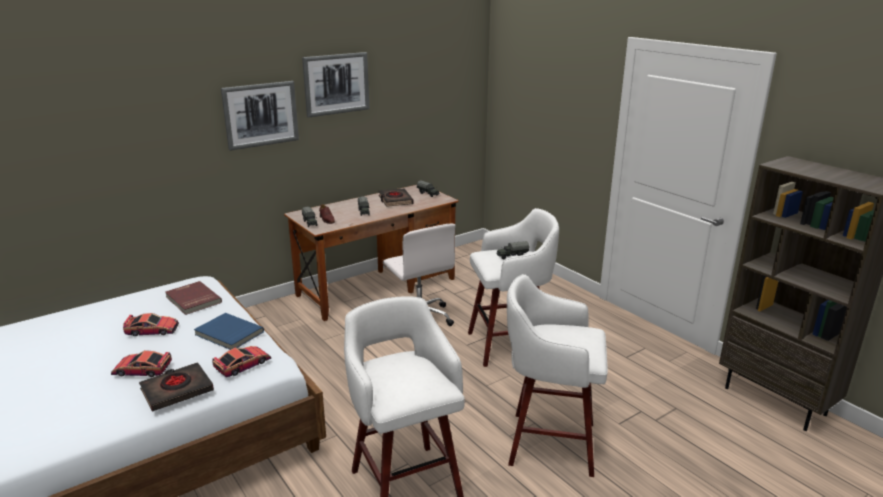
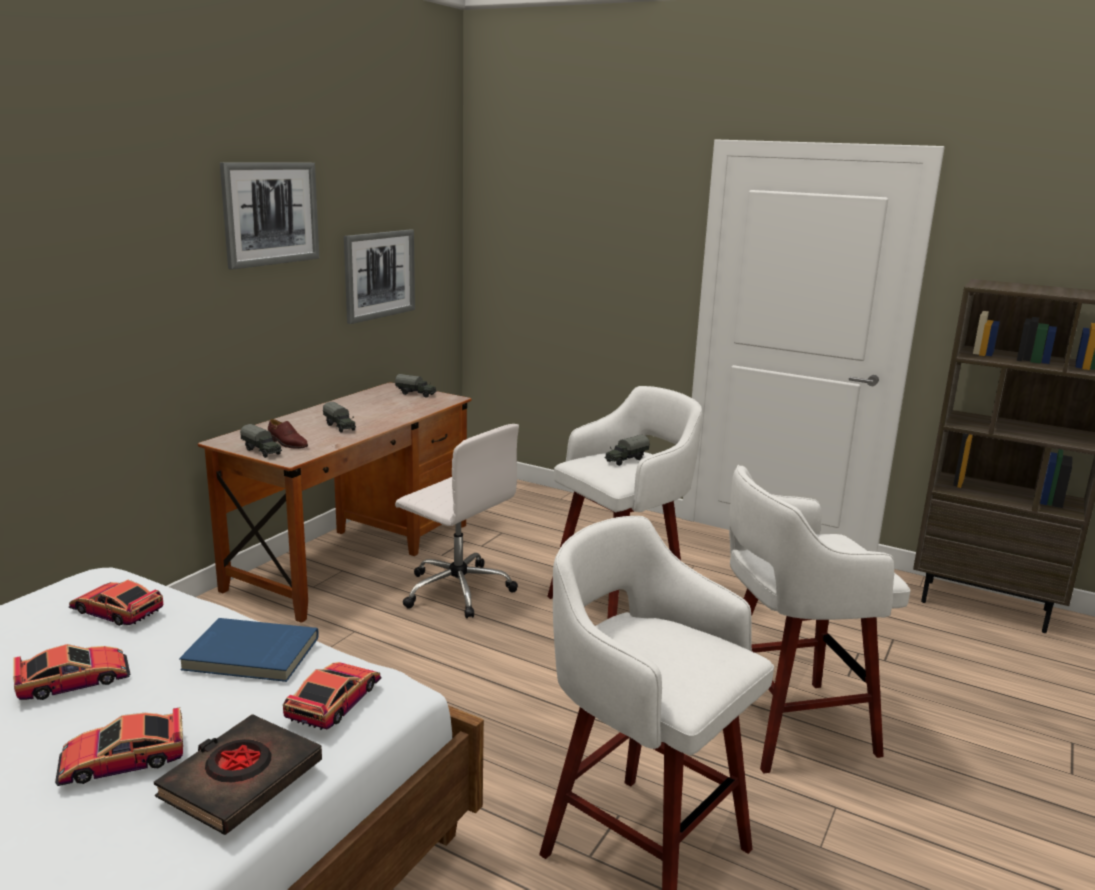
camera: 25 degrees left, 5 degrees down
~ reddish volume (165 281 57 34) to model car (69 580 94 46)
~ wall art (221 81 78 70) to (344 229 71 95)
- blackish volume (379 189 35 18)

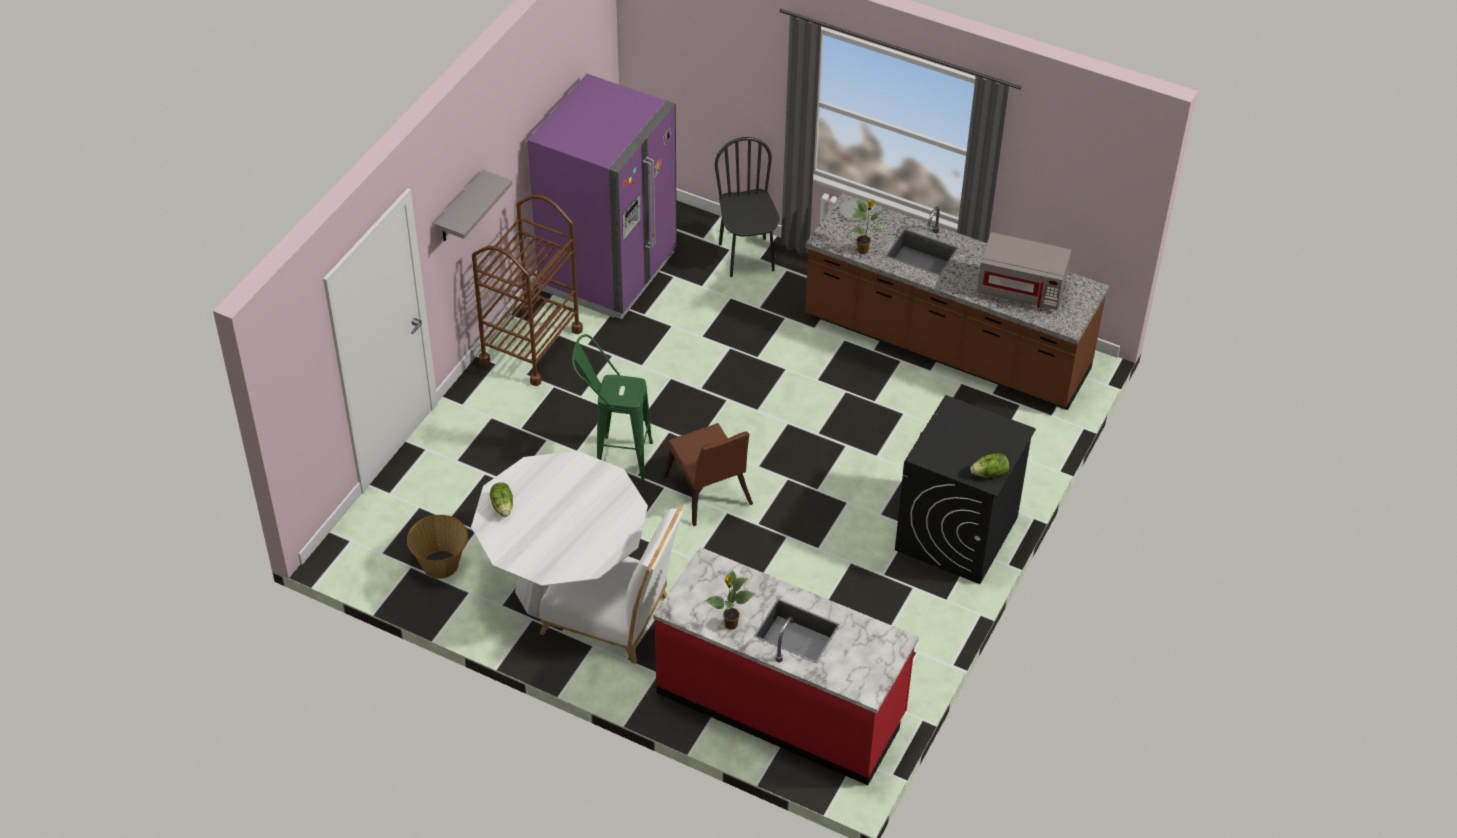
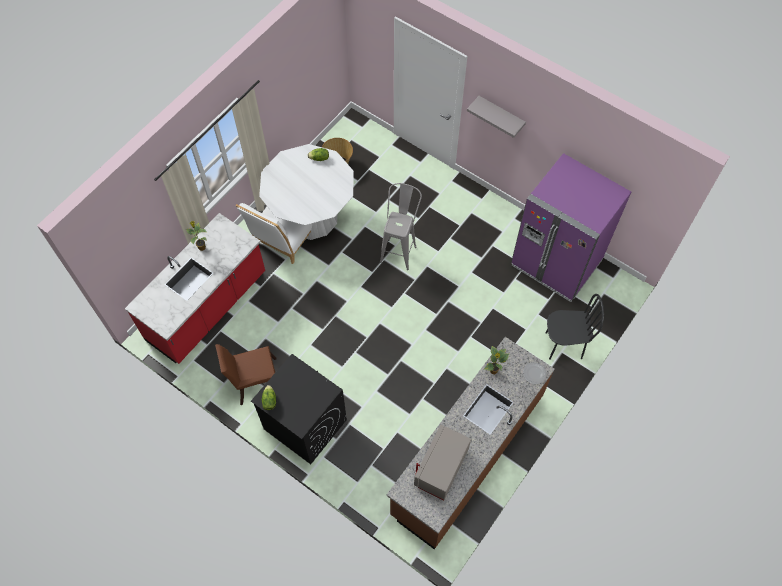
camera: 100 degrees right, 15 degrees up
~ brown-coloured upright chair (663 423 90 103) to (215 344 62 61)
~ green stool seat (572 334 81 146) to gray stool seat (380 183 42 87)
- brown-coloured trolley (472 195 111 191)

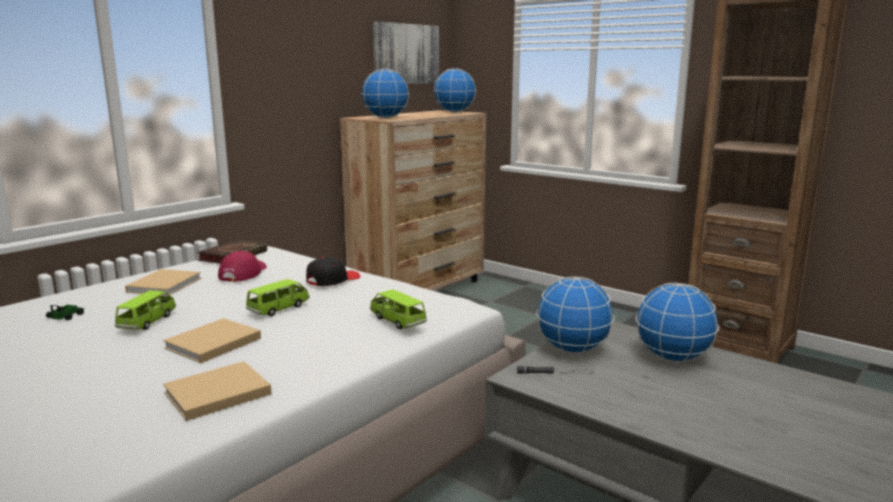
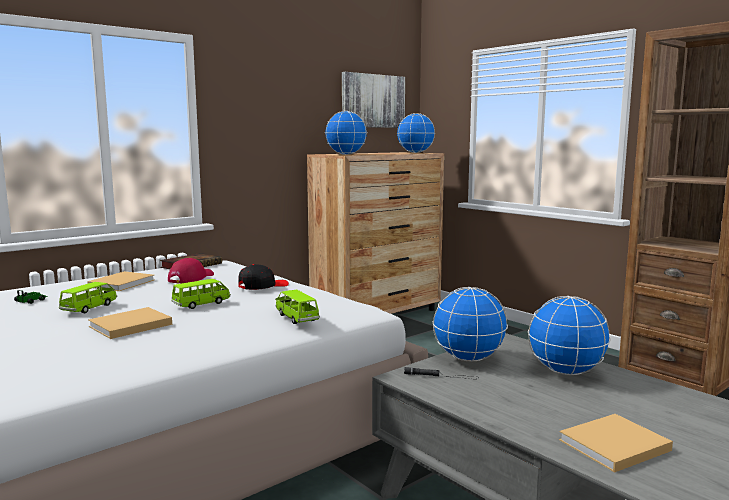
camera: 10 degrees right, 5 degrees down
~ sand-coloured volume (163 361 109 60) to (559 414 114 59)

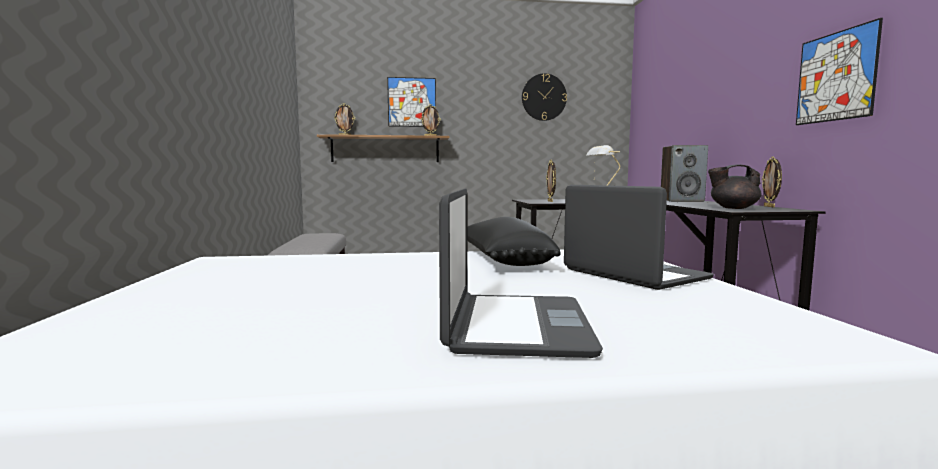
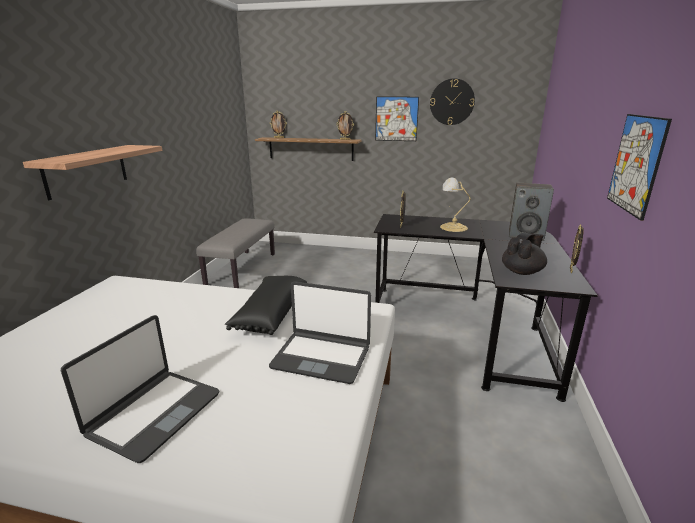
camera: 20 degrees right, 15 degrees up
+ bracket shelf (23 145 139 55)
~ laptop (564 185 150 105) = (269 282 102 102) 120 degrees clockwise
~ wall art (387 77 49 50) to (375 97 44 44)
~ blackish teapot (708 165 54 44) = (502 233 45 42) 105 degrees clockwise

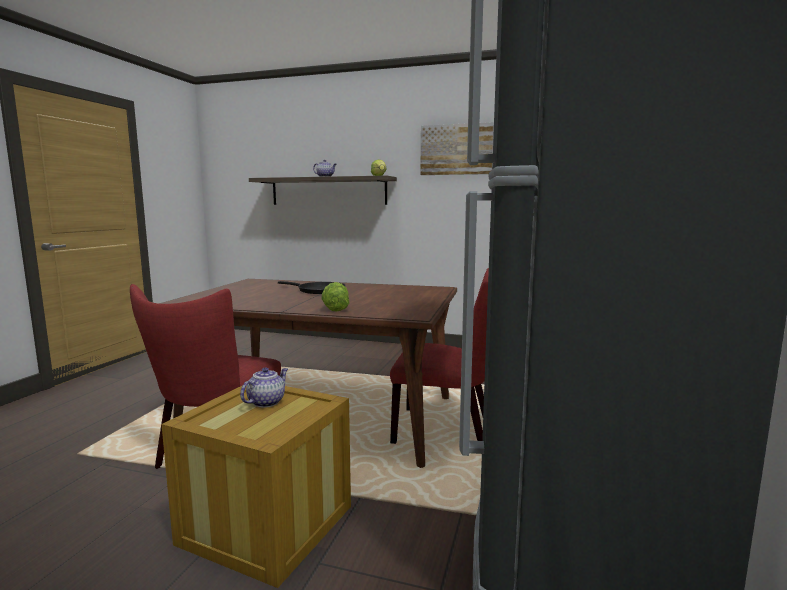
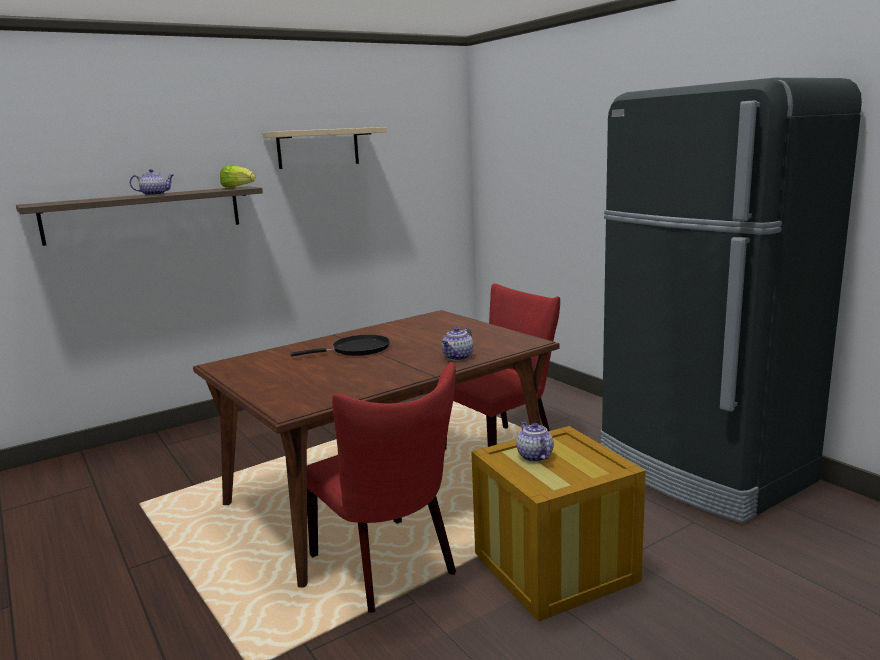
camera: 50 degrees left, 5 degrees up
~ wall art (420 122 74 53) to sand-coloured bracket shelf (262 127 125 42)
~ lettuce head (321 282 29 30) to teapot (442 327 32 34)

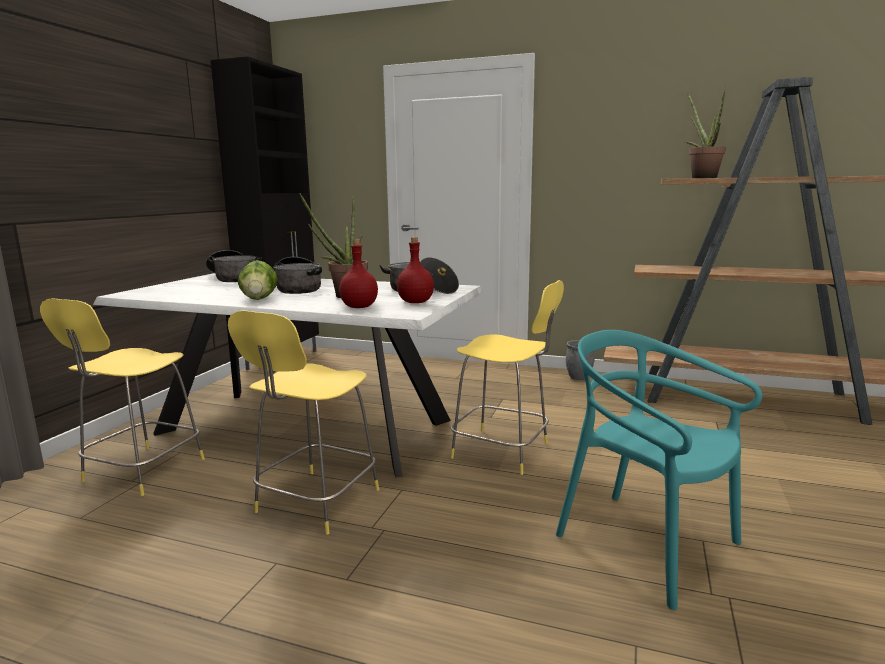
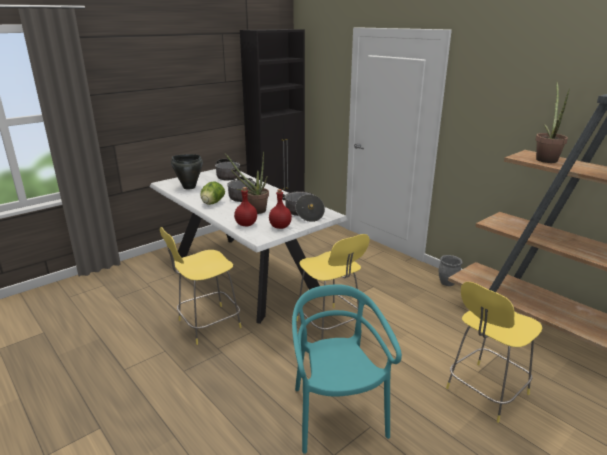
camera: 30 degrees right, 10 degrees up
+ blackish stockpot (171 154 32 36)
~ yellow stool seat (40 298 165 198) to (446 282 97 141)

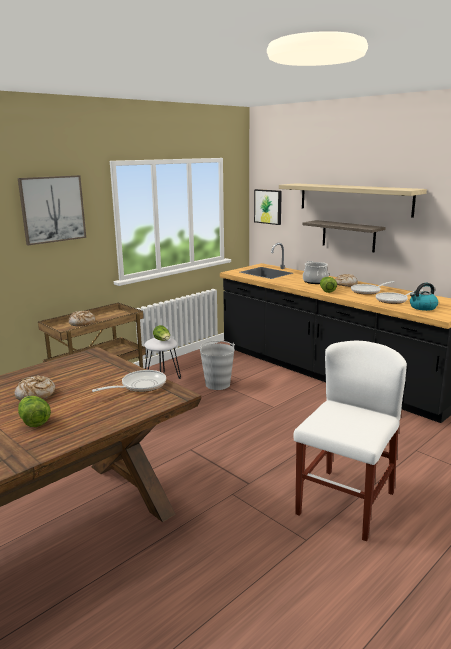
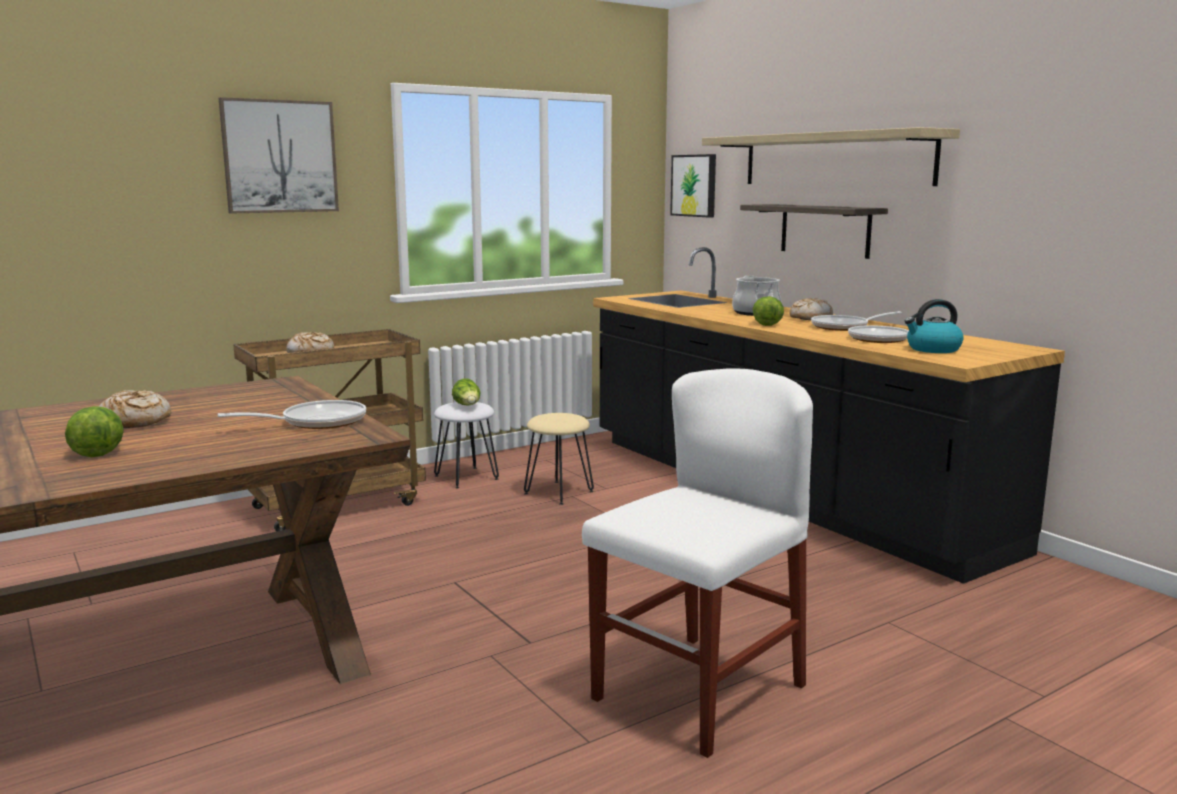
camera: 10 degrees right, 5 degrees down
~ gray bucket (198 341 37 49) to sand-coloured stool seat (524 413 70 92)

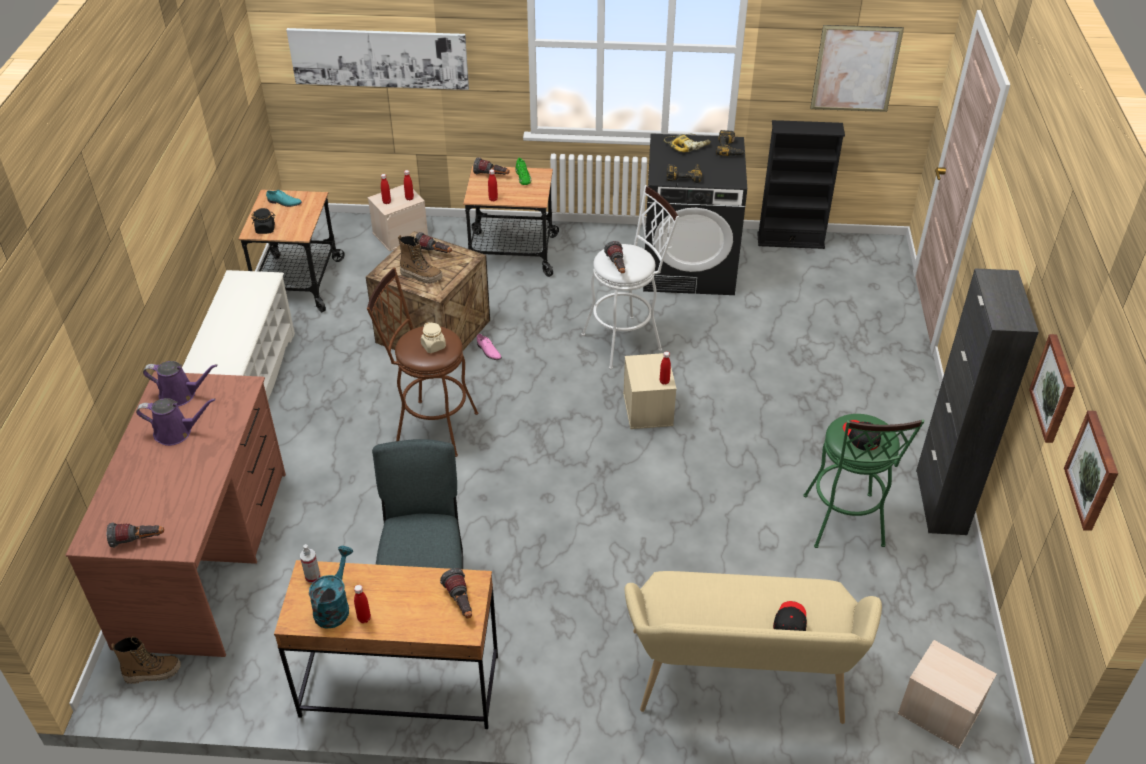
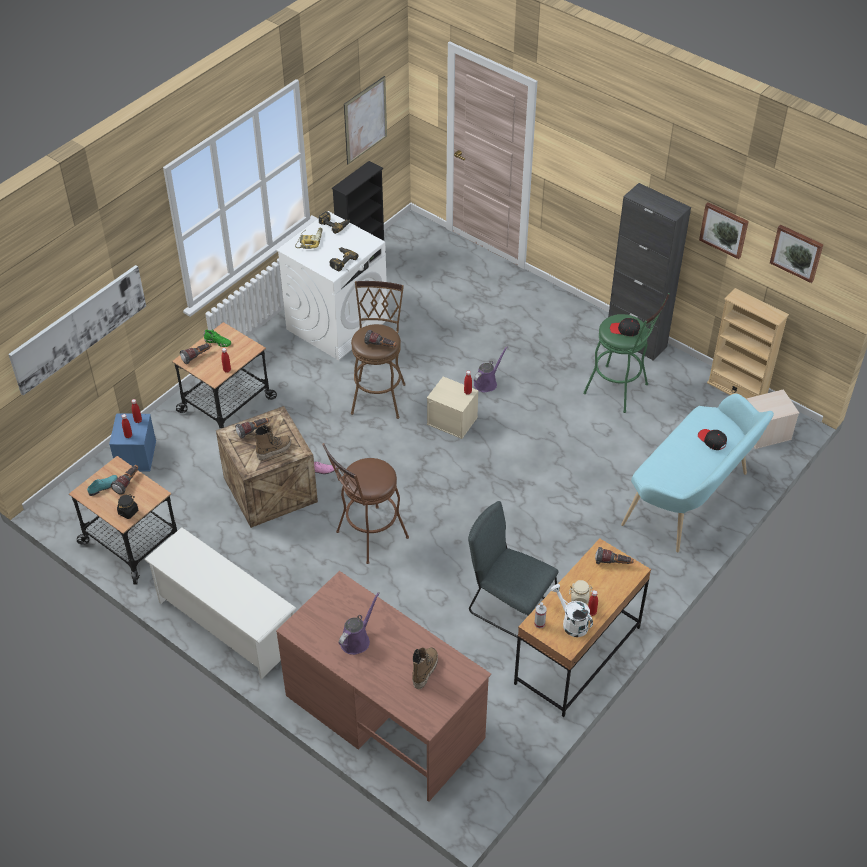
camera: 55 degrees left, 5 degrees up
~ sand-coloured storage box (367 185 61 66) to bluish storage box (109 413 47 59)
~ torch (107 522 57 26) to (111 465 27 30)
~ blackish laundry appliance (643 134 104 161) to white laundry appliance (276 211 112 149)
~ white stool seat (581 185 98 184) to brown-coloured stool seat (351 281 55 138)
~ boot (111 636 70 48) to (412 647 26 42)
~ purplish watering can (143 361 75 45) to (474 346 34 46)
~ turquoise-coloured watering can (309 546 44 83) to white watering can (551 584 42 53)
~ sand-coloured storage jar (421 322 25 31) to (569 580 24 24)
~ sand-coloured indoor bench (624 571 258 153) to turquoise-coloured indoor bench (621 394 153 158)
+ sand-coloured bookcase (707 288 82 112)

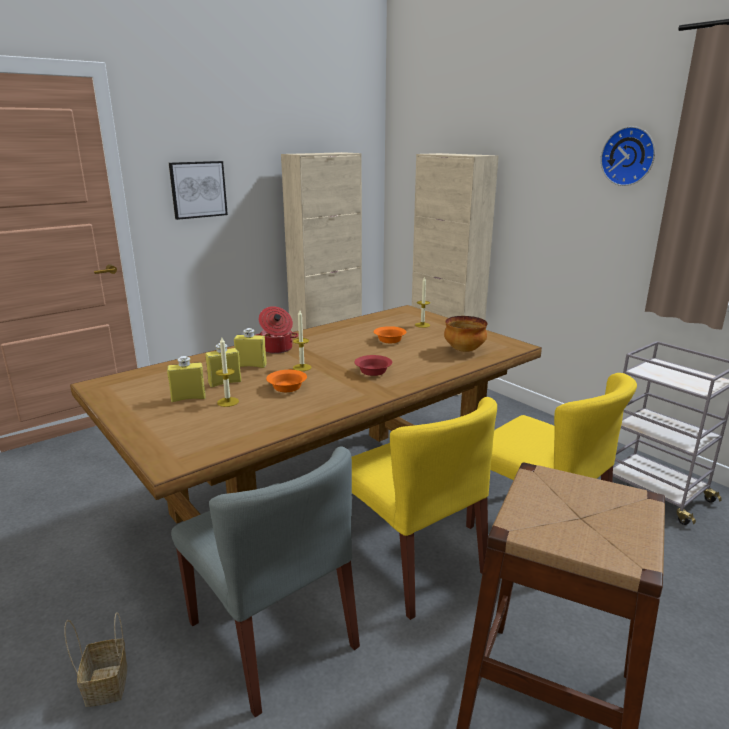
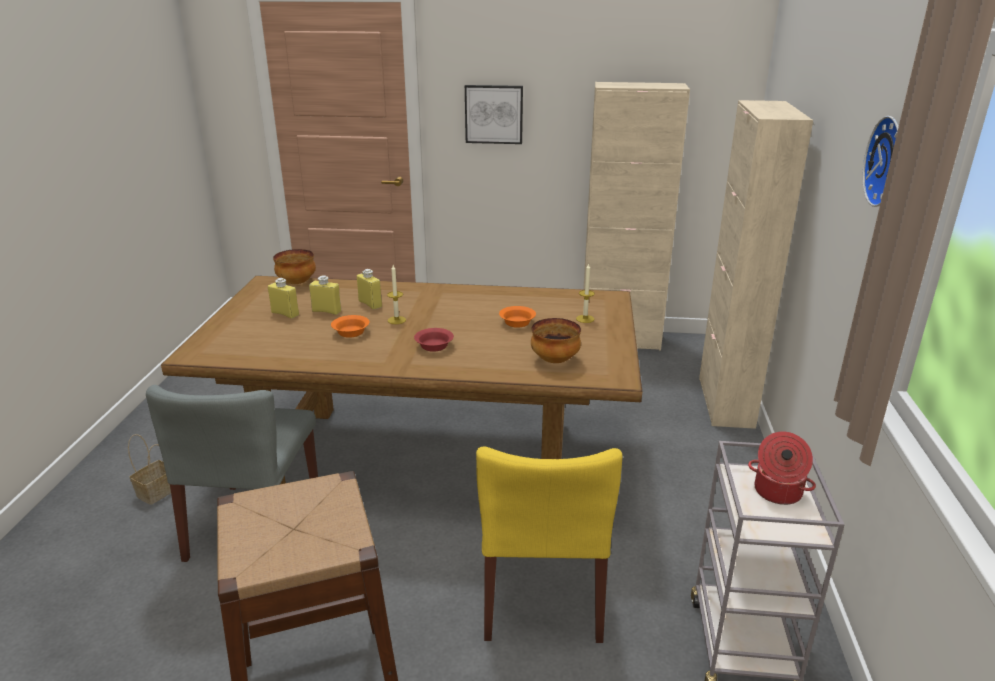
camera: 45 degrees right, 5 degrees up
+ serving bowl (273 249 43 35)
~ stockpot (256 306 43 48) to (748 431 68 74)
- wax light (216 337 23 70)
- yellow upright chair (352 397 145 223)

